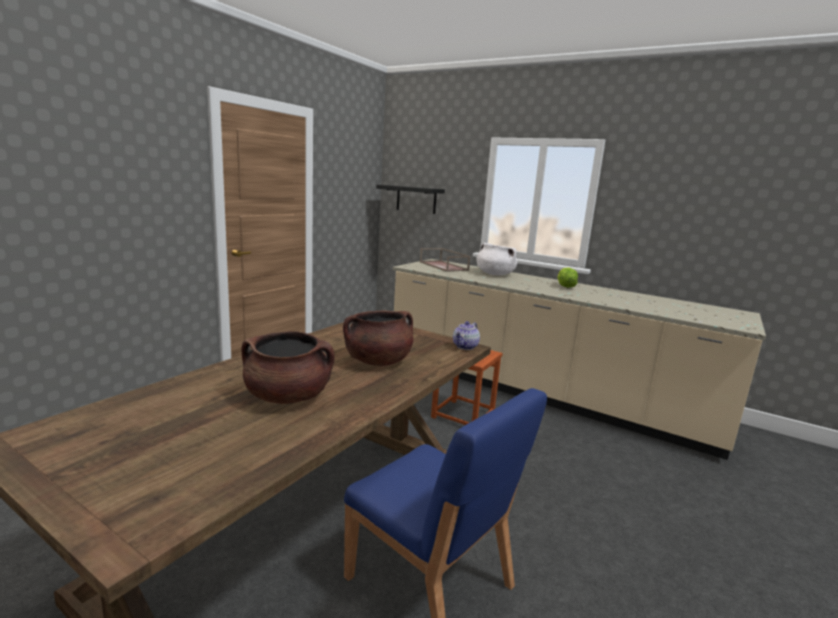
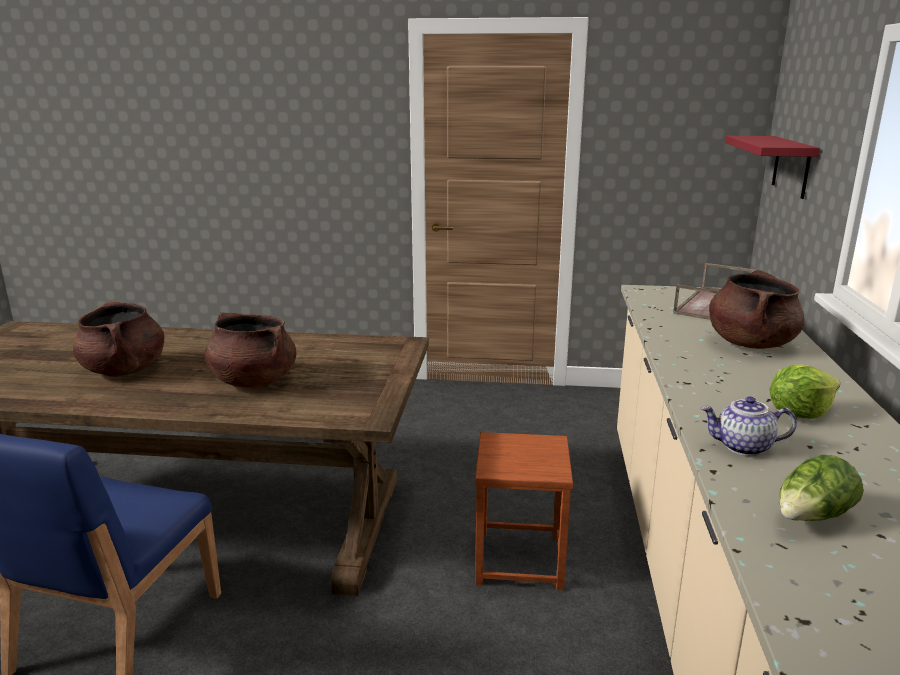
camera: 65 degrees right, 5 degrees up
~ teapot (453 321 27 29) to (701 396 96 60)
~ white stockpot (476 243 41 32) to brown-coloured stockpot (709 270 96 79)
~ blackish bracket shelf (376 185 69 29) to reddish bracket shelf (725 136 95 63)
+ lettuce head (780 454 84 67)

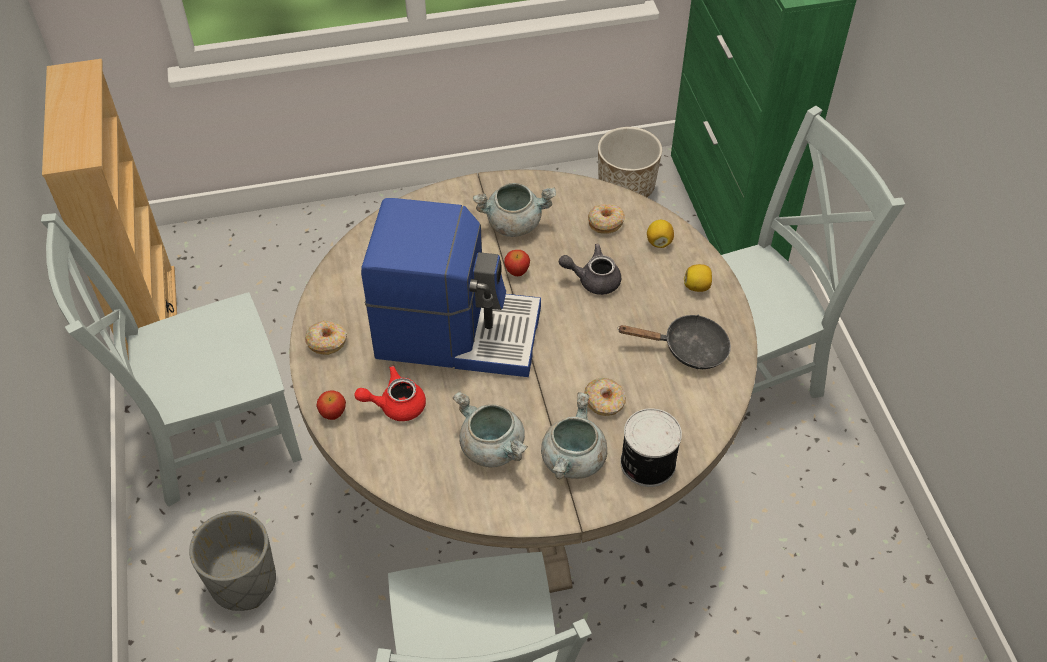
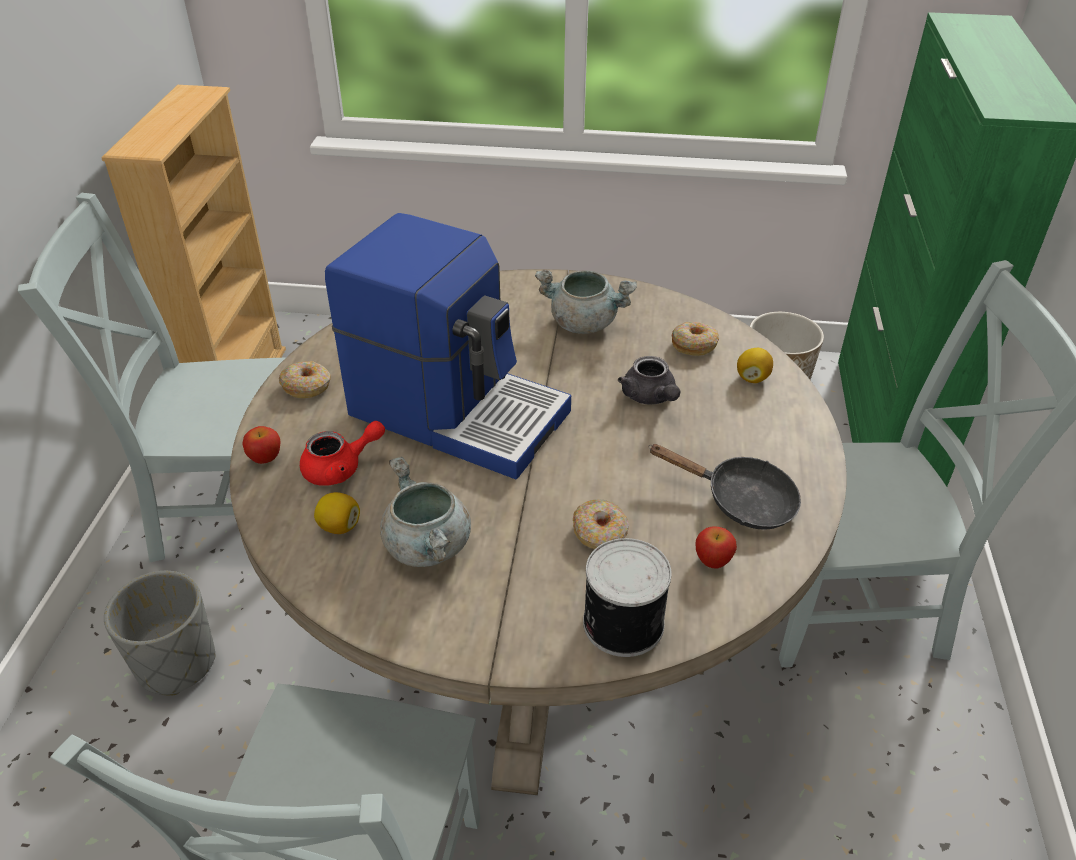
camera: 20 degrees right, 10 degrees down
~ reddish teapot (354 366 72 55) = (300 421 85 65) 150 degrees clockwise
~ citrus fruit (684 264 28 28) to (314 492 46 42)
~ gray teapot (559 244 62 51) = (618 356 62 49) 135 degrees counterclockwise
~ whole apple (504 250 26 26) to (696 526 41 43)
- gray stockpot (541 392 66 88)

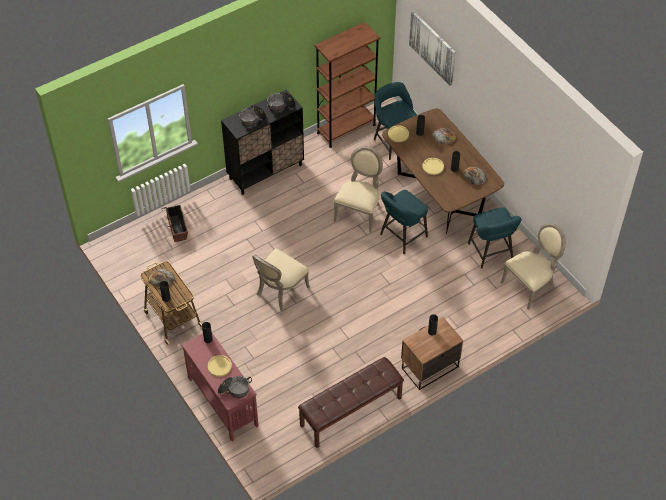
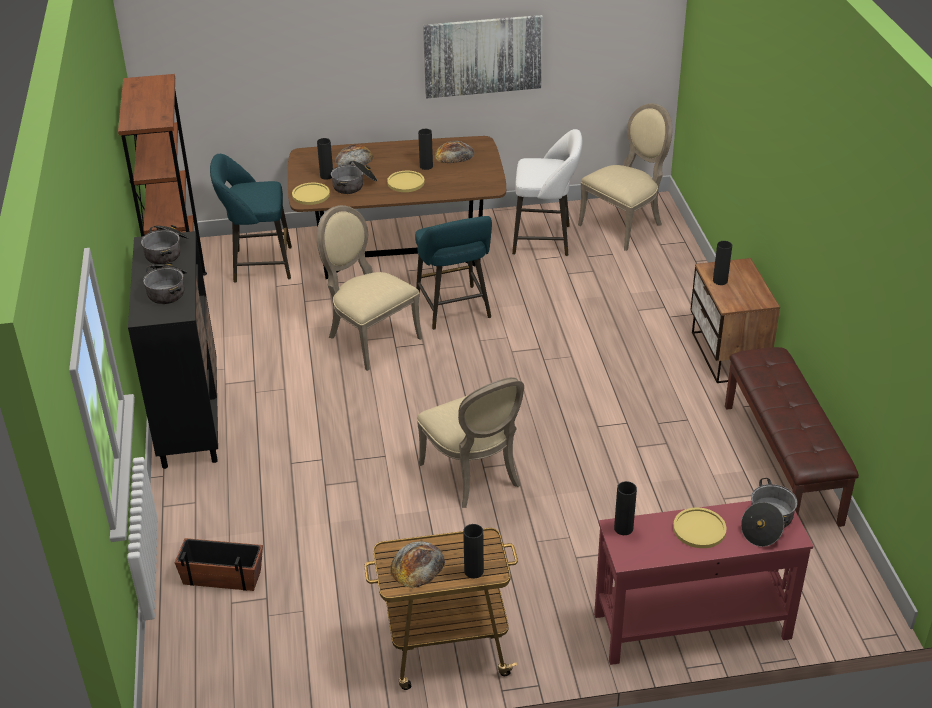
camera: 65 degrees left, 15 degrees down
+ stockpot (331 161 46 33)
~ wall art (409 11 46 74) to (423 15 120 84)
~ turquoise-coloured stool seat (468 207 53 62) to white stool seat (512 129 71 127)
~ sand-coloured upright chair (501 223 65 87) = (578 103 94 148) 60 degrees clockwise

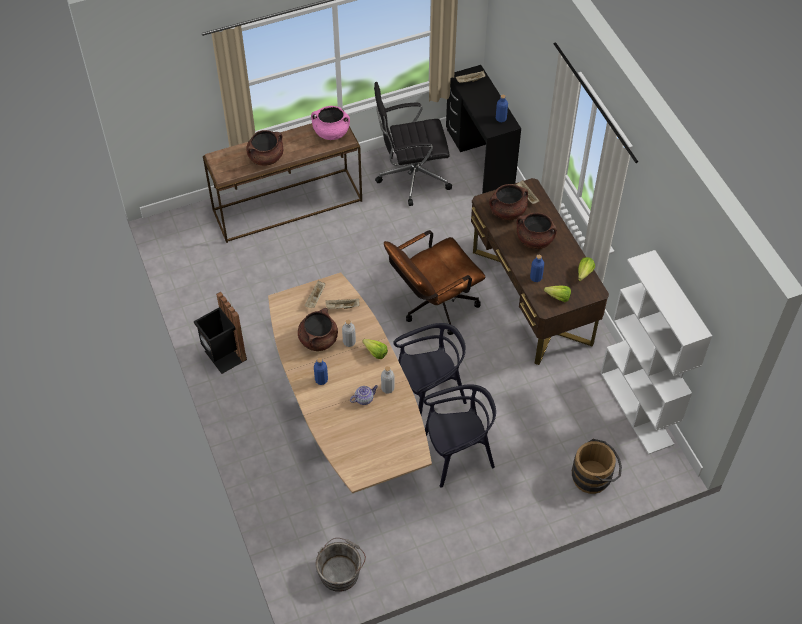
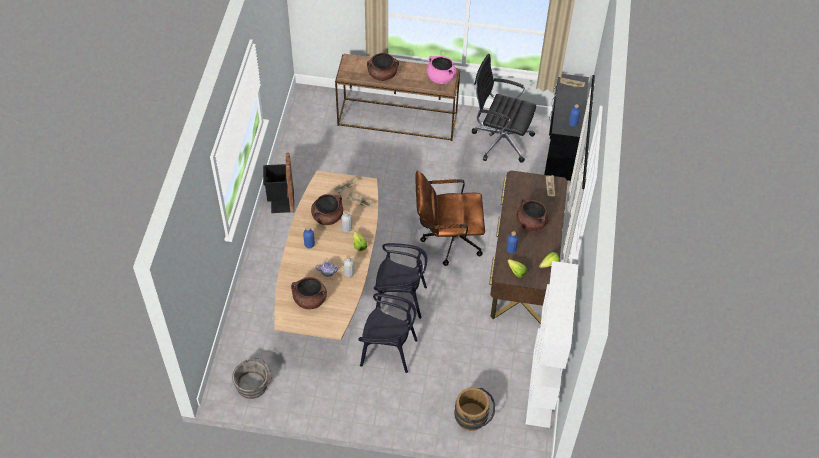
camera: 30 degrees right, 0 degrees up
~ brown-coloured stockpot (489 184 39 36) to (291 277 36 32)

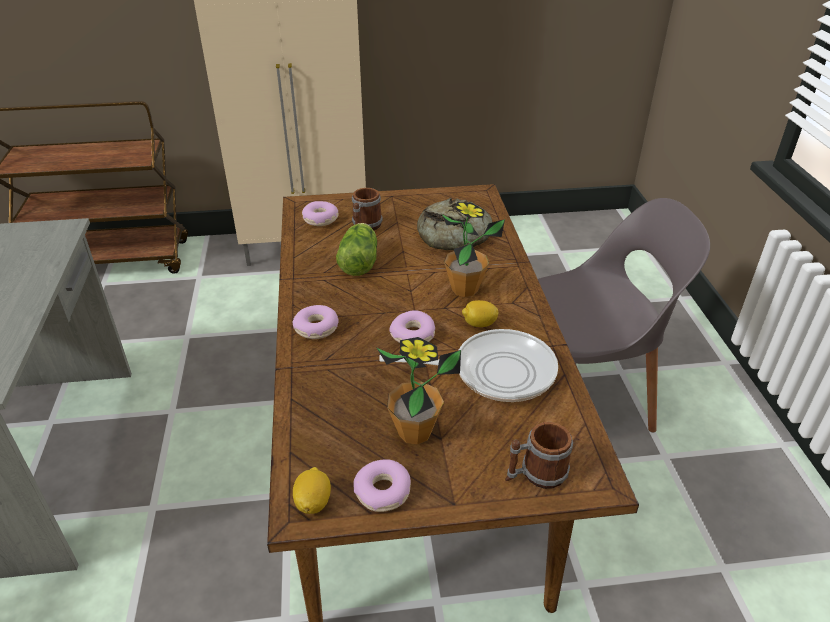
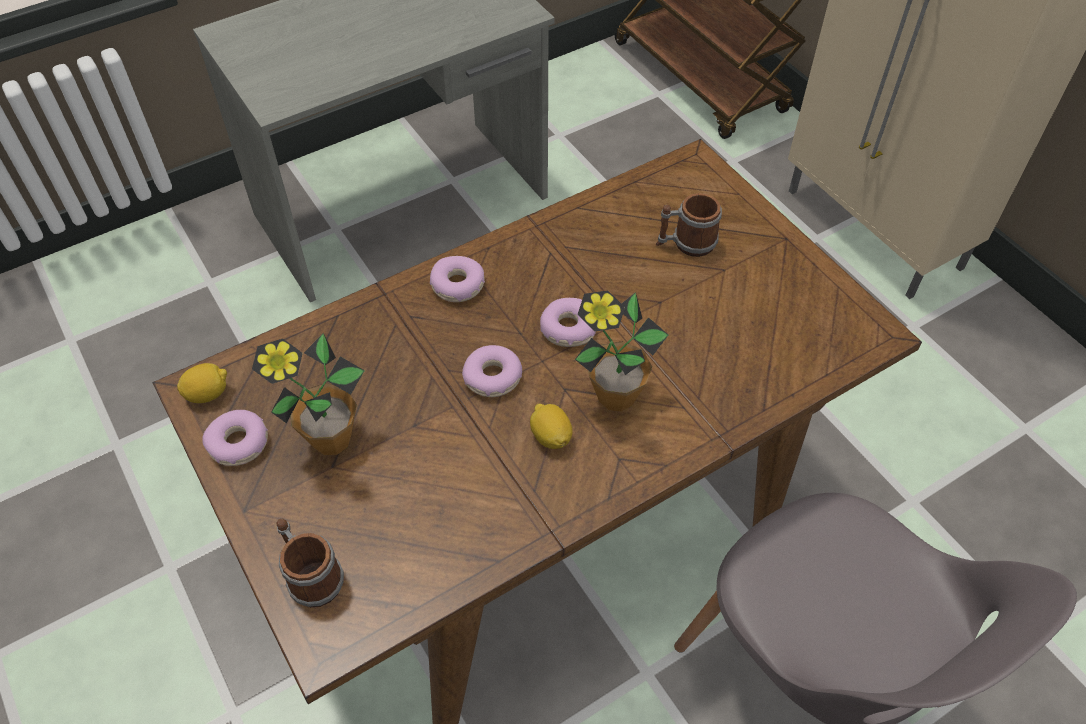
camera: 65 degrees right, 15 degrees up
~ donut (302 201 37 25) to (540 298 56 49)
- lettuce head (336 223 41 53)
- skillet (380 329 178 73)
- bread (417 198 75 52)

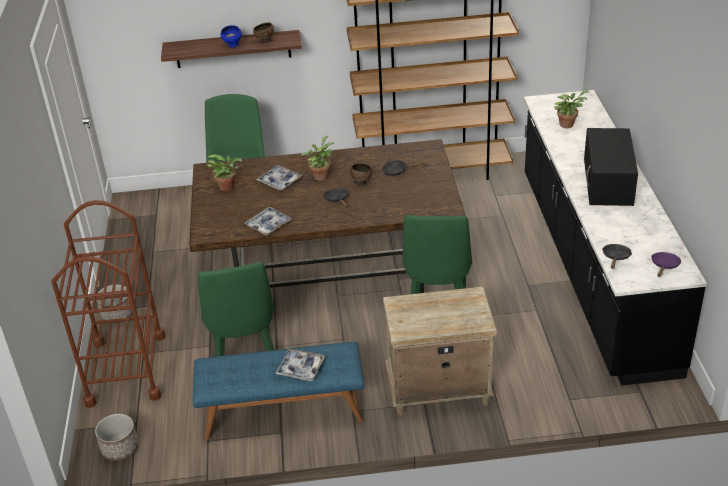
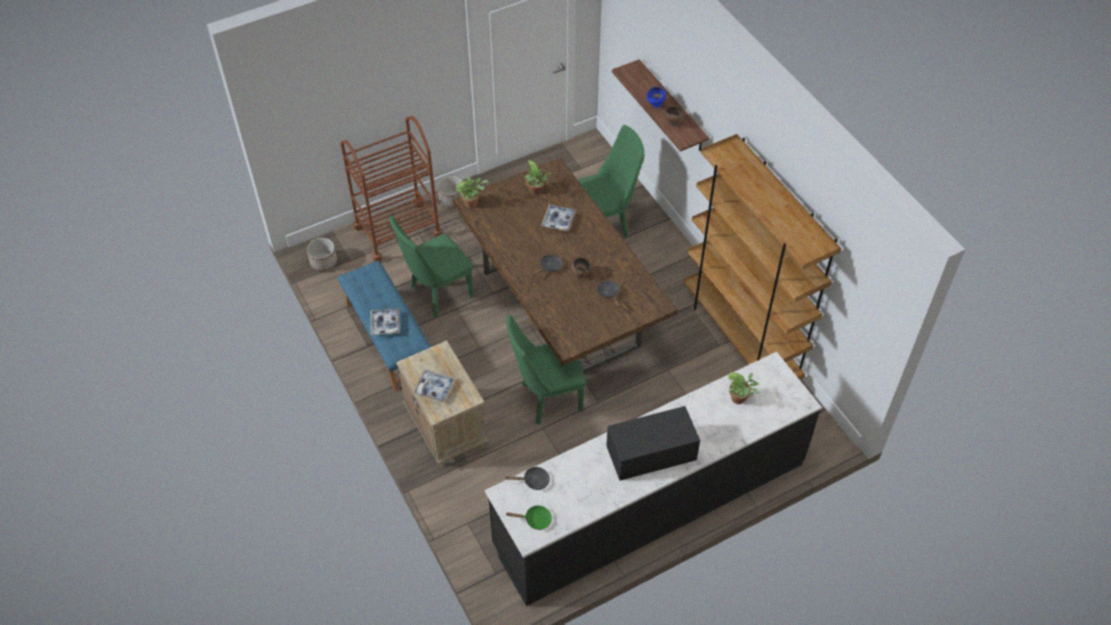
camera: 65 degrees right, 15 degrees up
~ carrying tray (244 207 48 29) to (413 370 42 33)
~ plant in a pot (301 136 33 45) to (455 177 34 31)
~ purplish skillet (651 252 30 25) to green skillet (505 505 47 25)

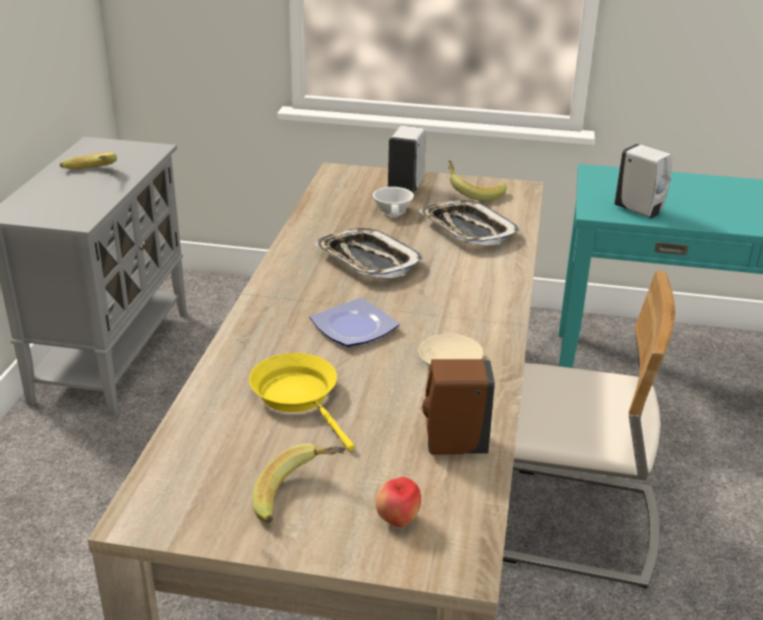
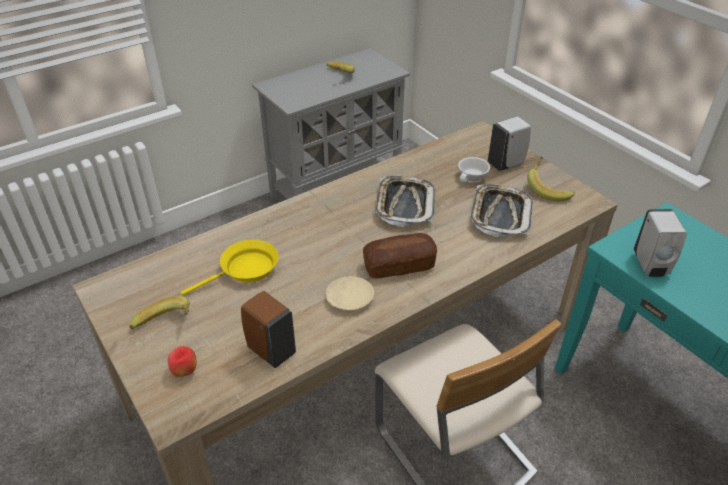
camera: 45 degrees right, 10 degrees up
~ yellow skillet (249 353 106 98) = (181 240 97 56) 45 degrees clockwise
+ bread (363 233 74 46)
- flat dish (310 297 90 50)

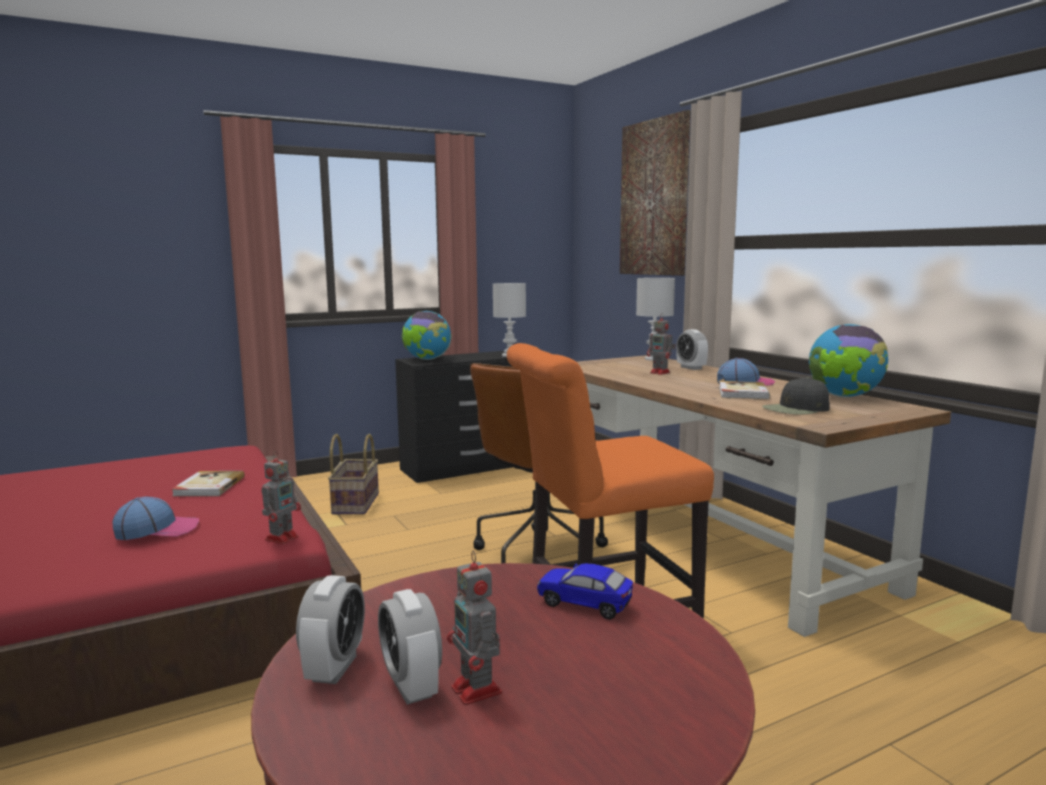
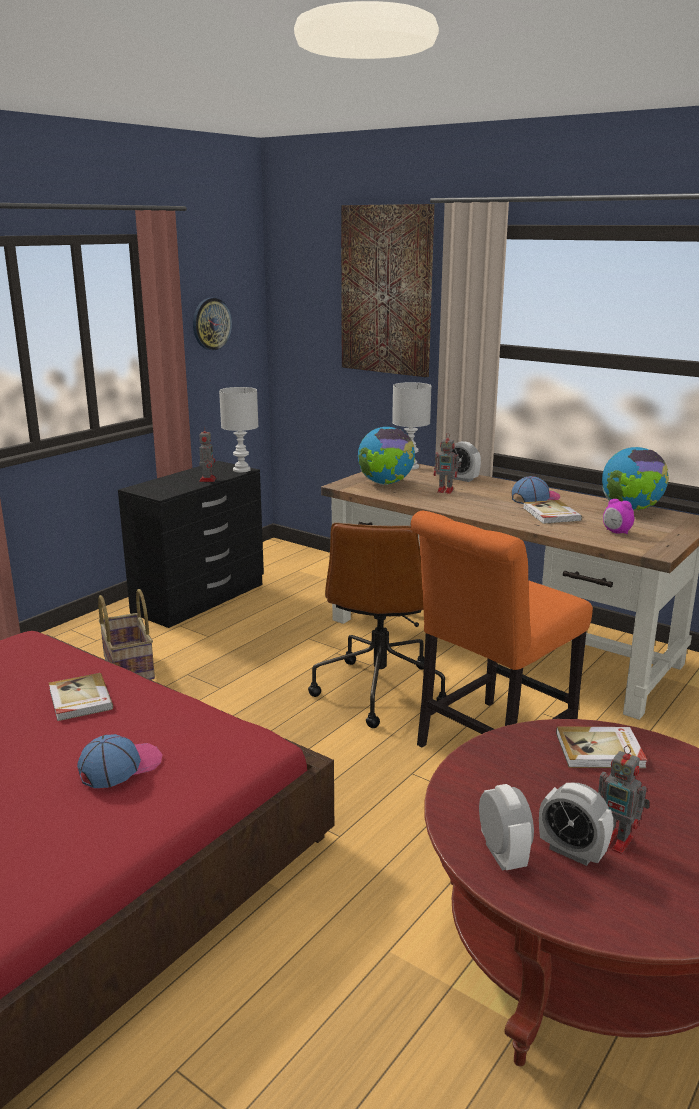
camera: 25 degrees left, 10 degrees up
+ wall clock (193 298 39 52)
~ toy robot (262 450 39 94) to (199 426 17 56)
~ desk globe (402 311 50 49) to (358 427 57 58)
~ model car (537 563 96 56) to volume (556 726 91 42)
~ blackish baseball cap (762 377 68 38) to bedside clock (603 499 31 35)

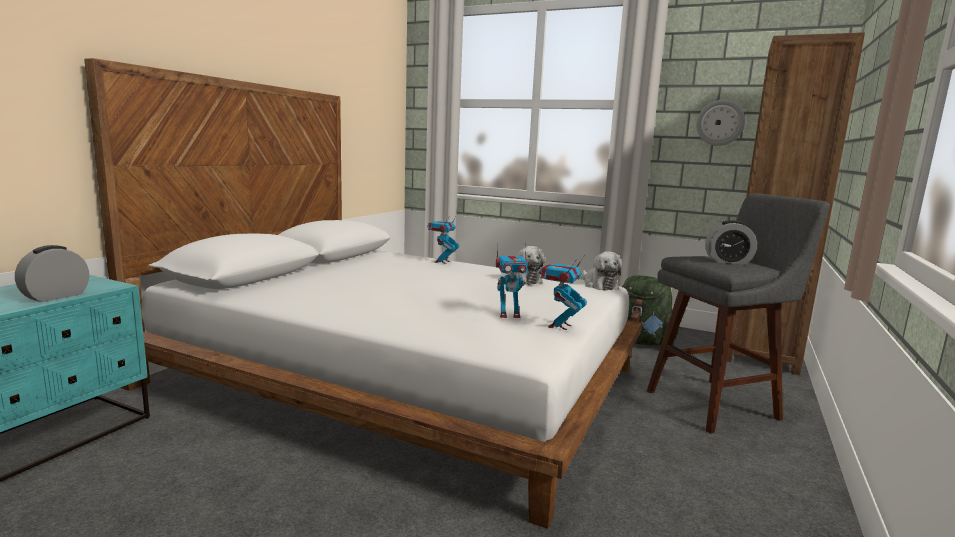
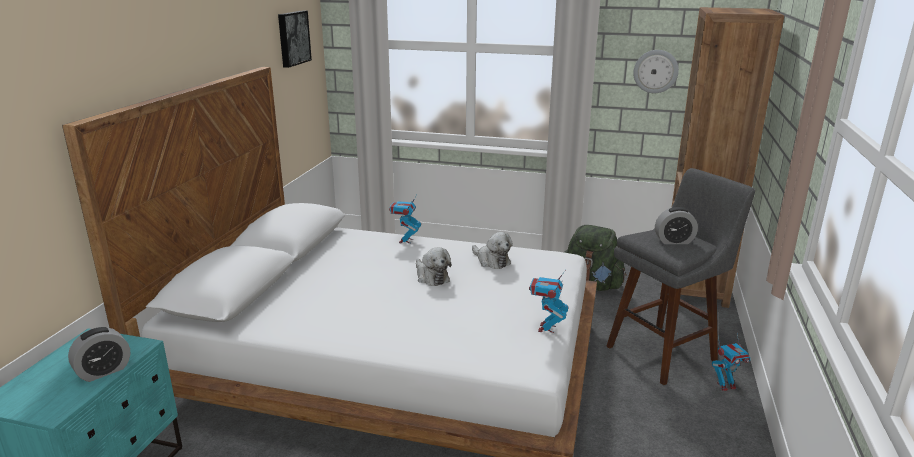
camera: 10 degrees left, 10 degrees up
~ bedside clock (15 245 74 57) = (68 327 62 55) 150 degrees counterclockwise
+ wall art (278 10 34 58)
~ plush toy (582 251 40 39) to (416 247 35 39)
~ toy robot (496 243 33 75) to (712 334 38 57)

